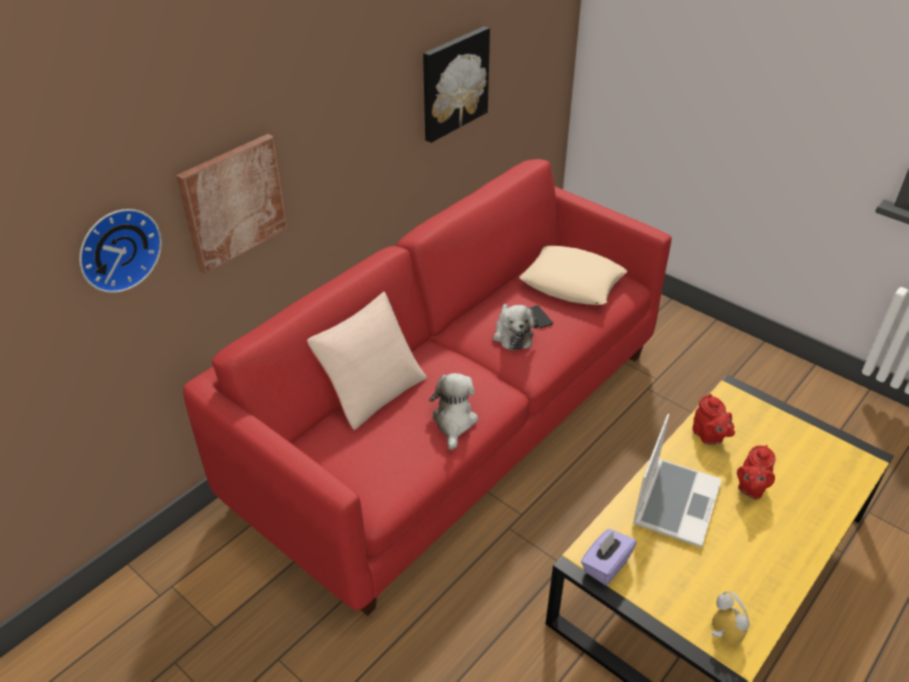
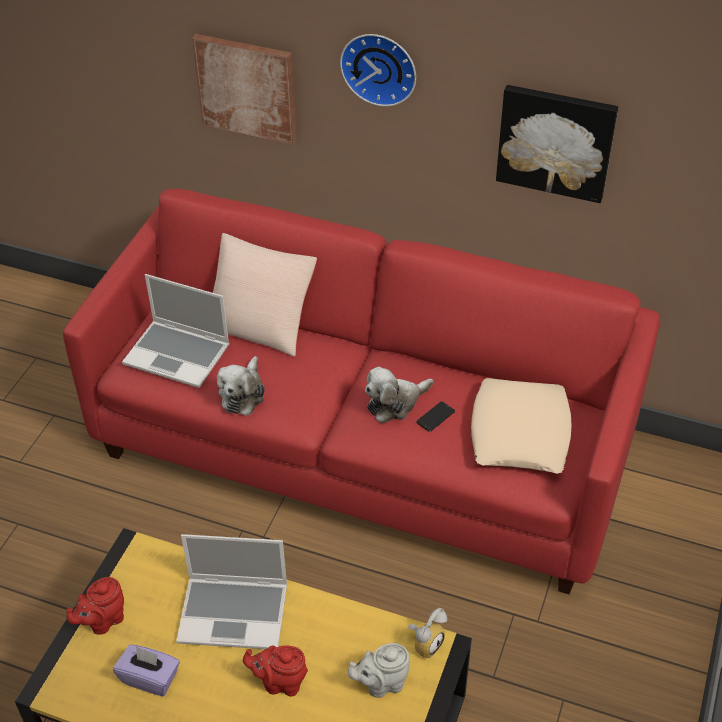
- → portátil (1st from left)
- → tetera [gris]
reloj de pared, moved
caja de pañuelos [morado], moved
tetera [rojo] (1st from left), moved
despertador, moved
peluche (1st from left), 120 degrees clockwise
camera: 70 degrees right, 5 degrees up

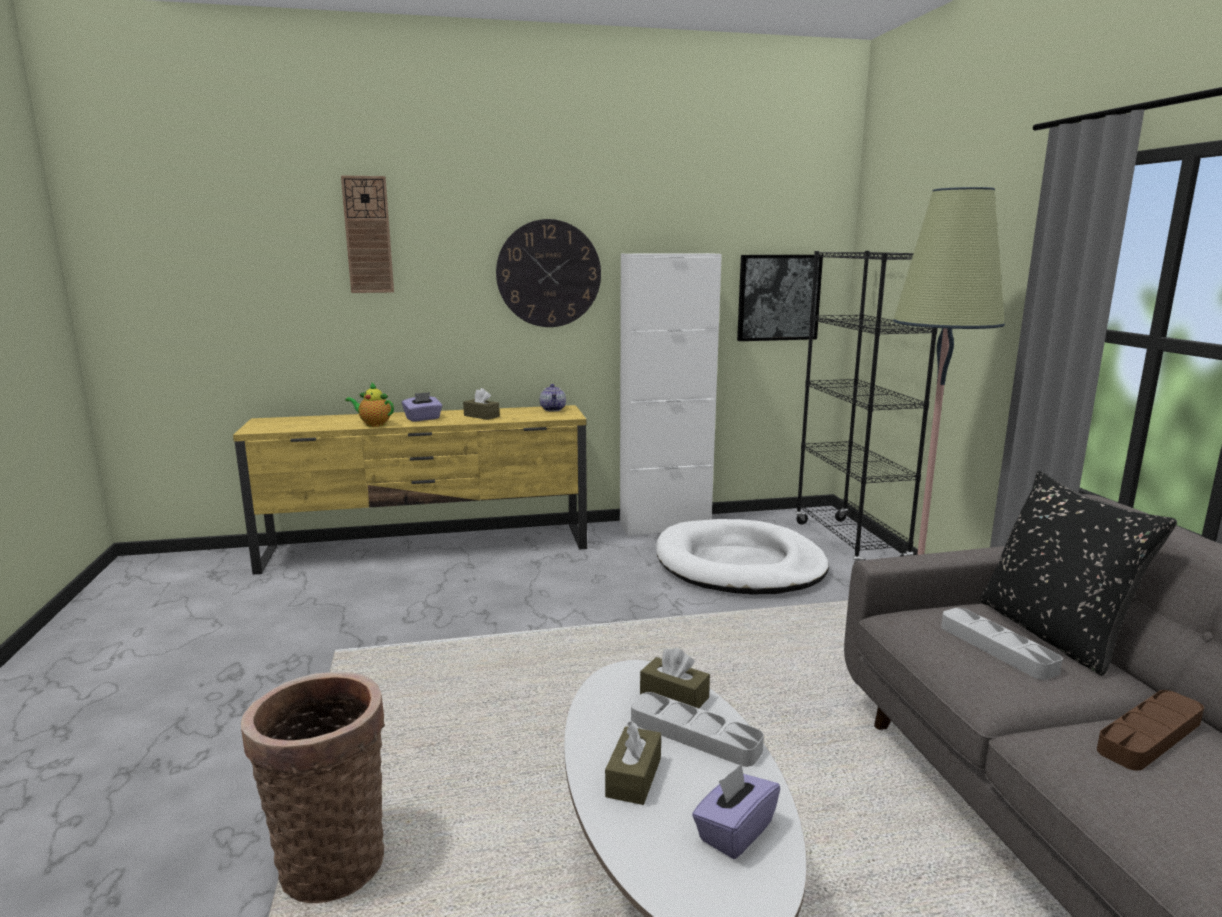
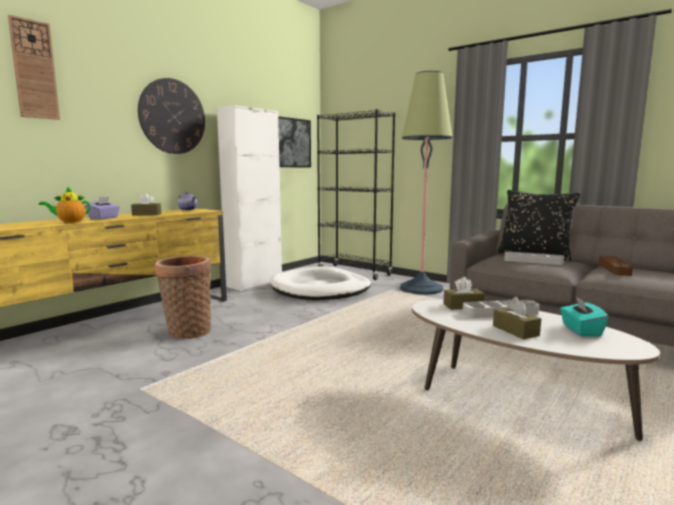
cesta, moved
caja de pañuelos [morado] (2nd from left) → caja de pañuelos [turquesa]
camera: 40 degrees left, 5 degrees down

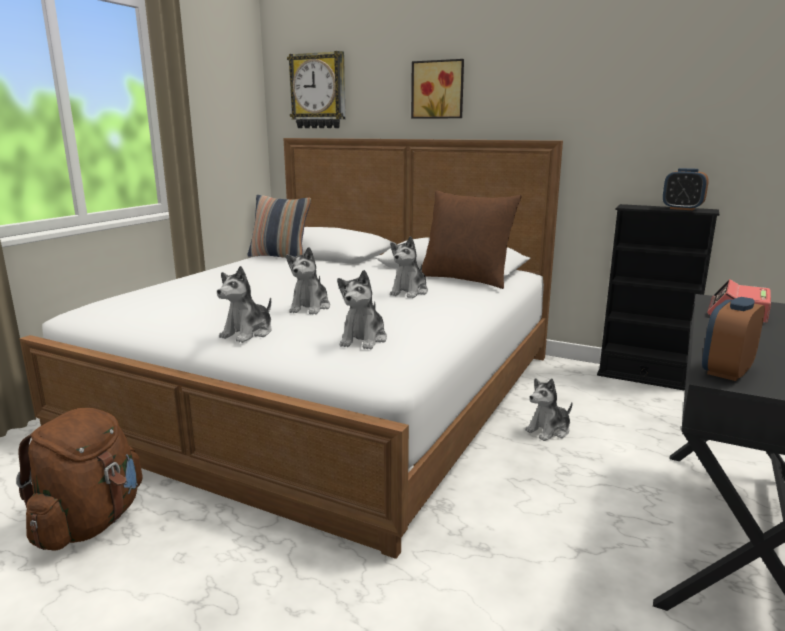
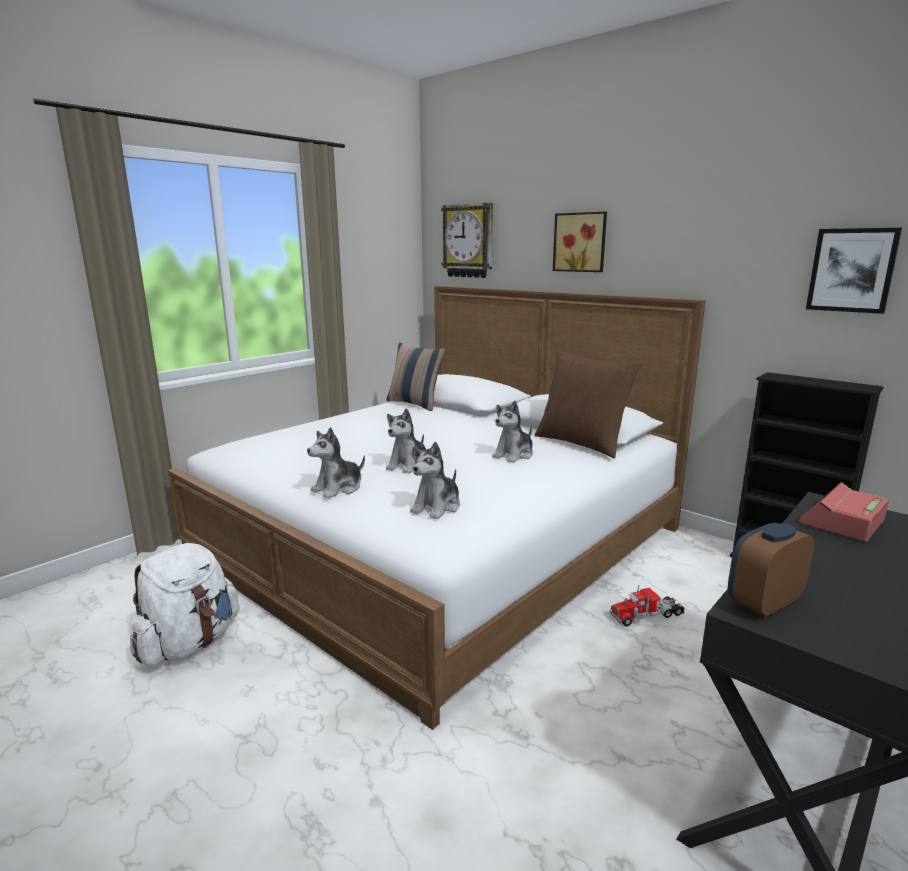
despertador (1st from left) → -
- → cuadro (2nd from left)
peluche (5th from left) → camión de juguete
mochila [marrón] → mochila [blanco]
camera: 15 degrees right, 0 degrees up

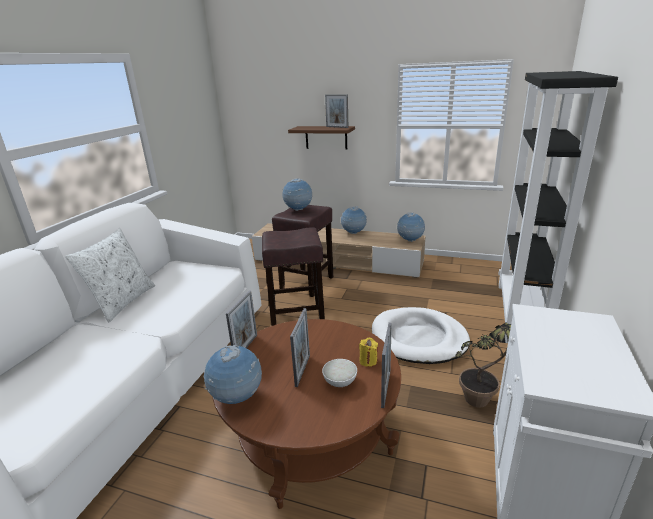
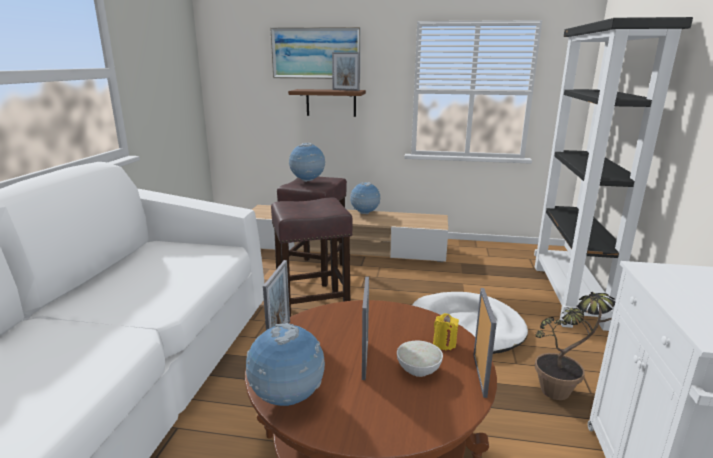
cojín [blanco] → -
globo terráqueo (4th from left) → -
- → cuadro
camera: 10 degrees left, 5 degrees down

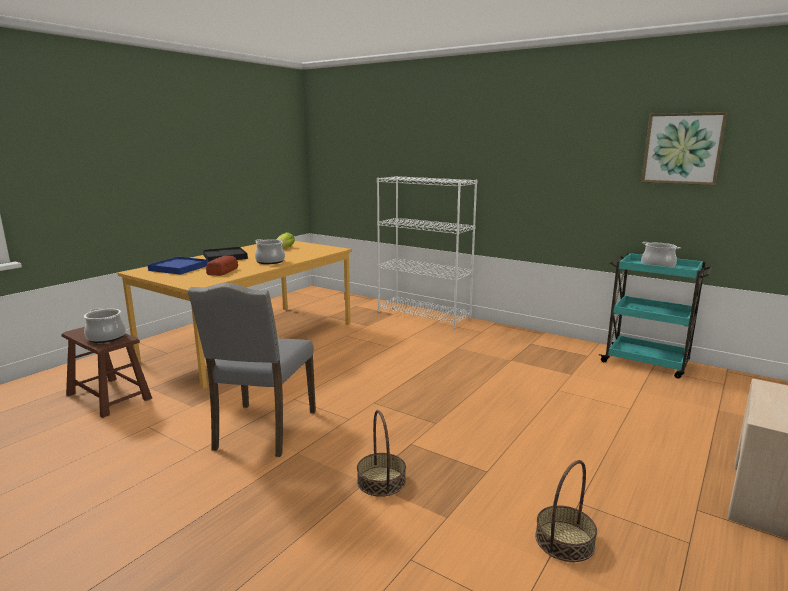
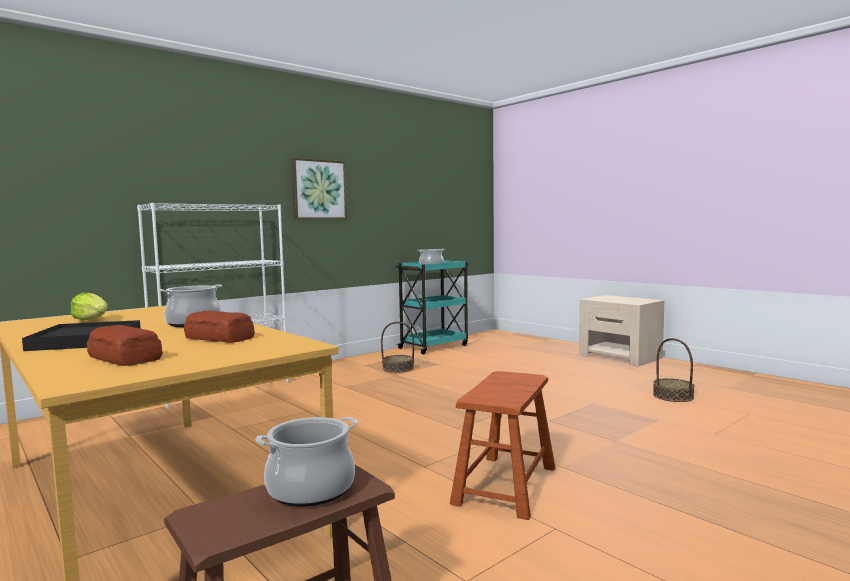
cesta (1st from left), moved
cuadro, moved
bandeja [azul] → pan (1st from left)
silla [gris] → taburete [marrón] (2nd from left)
camera: 75 degrees left, 10 degrees down

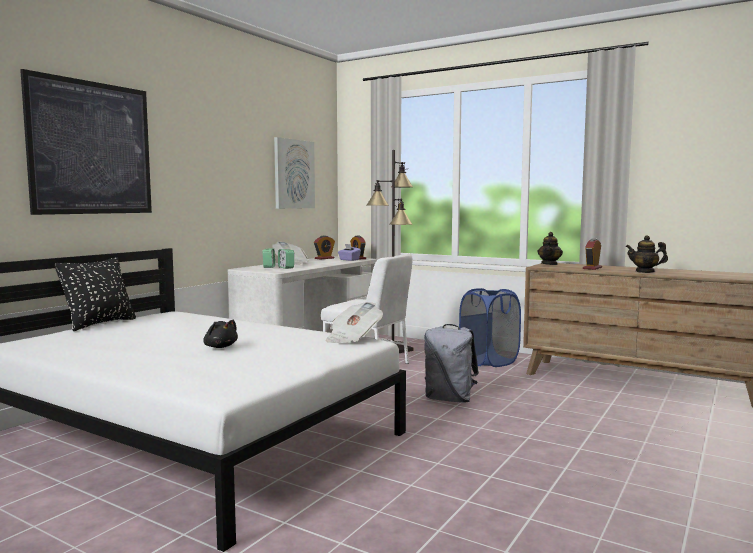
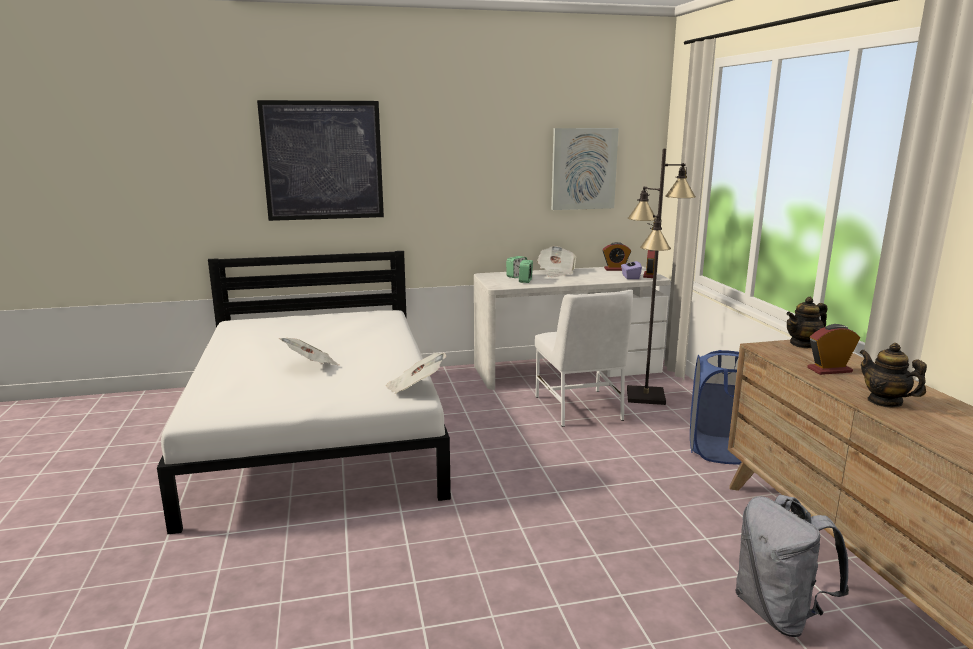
cojín [negro] → -
mochila [gris], moved
peluche [negro] → periódico (1st from left)
camera: 45 degrees right, 10 degrees up

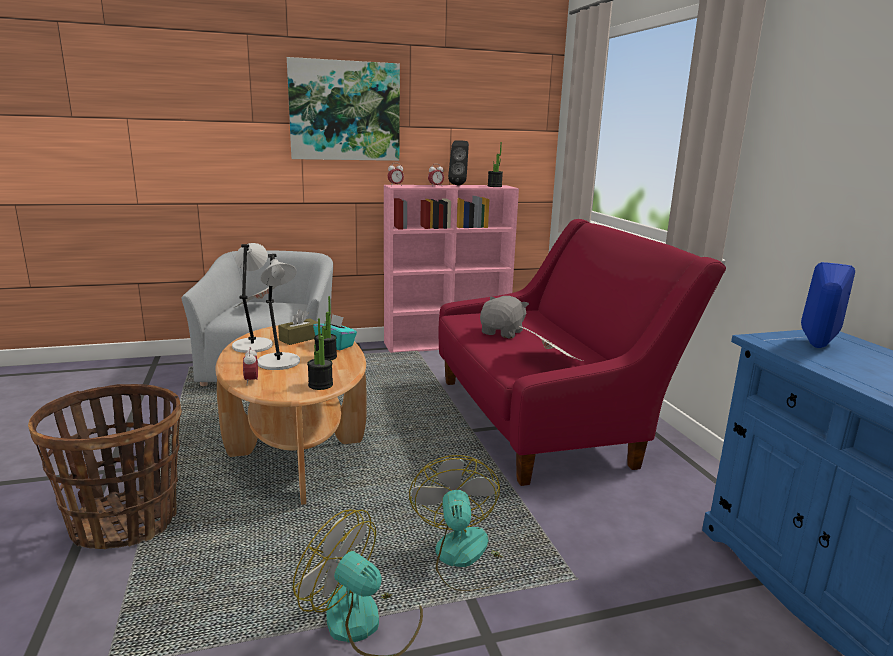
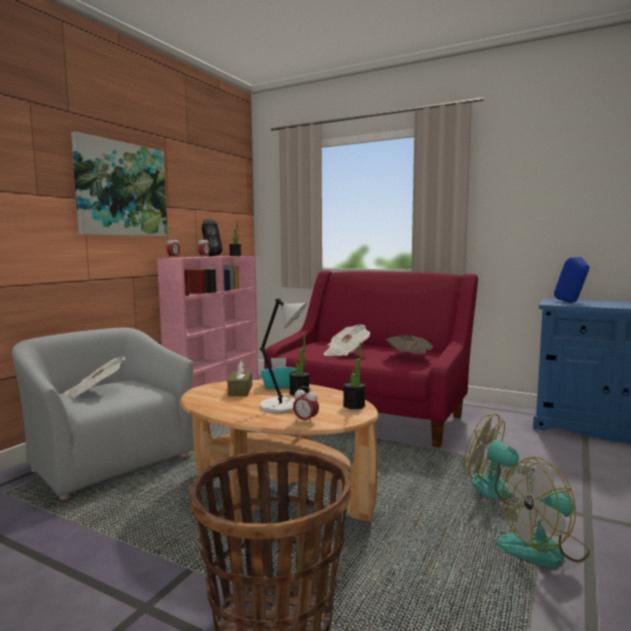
lámpara de mesa [gris] (1st from left) → -
peluche [gris] → periódico (2nd from left)
camera: 45 degrees left, 10 degrees down

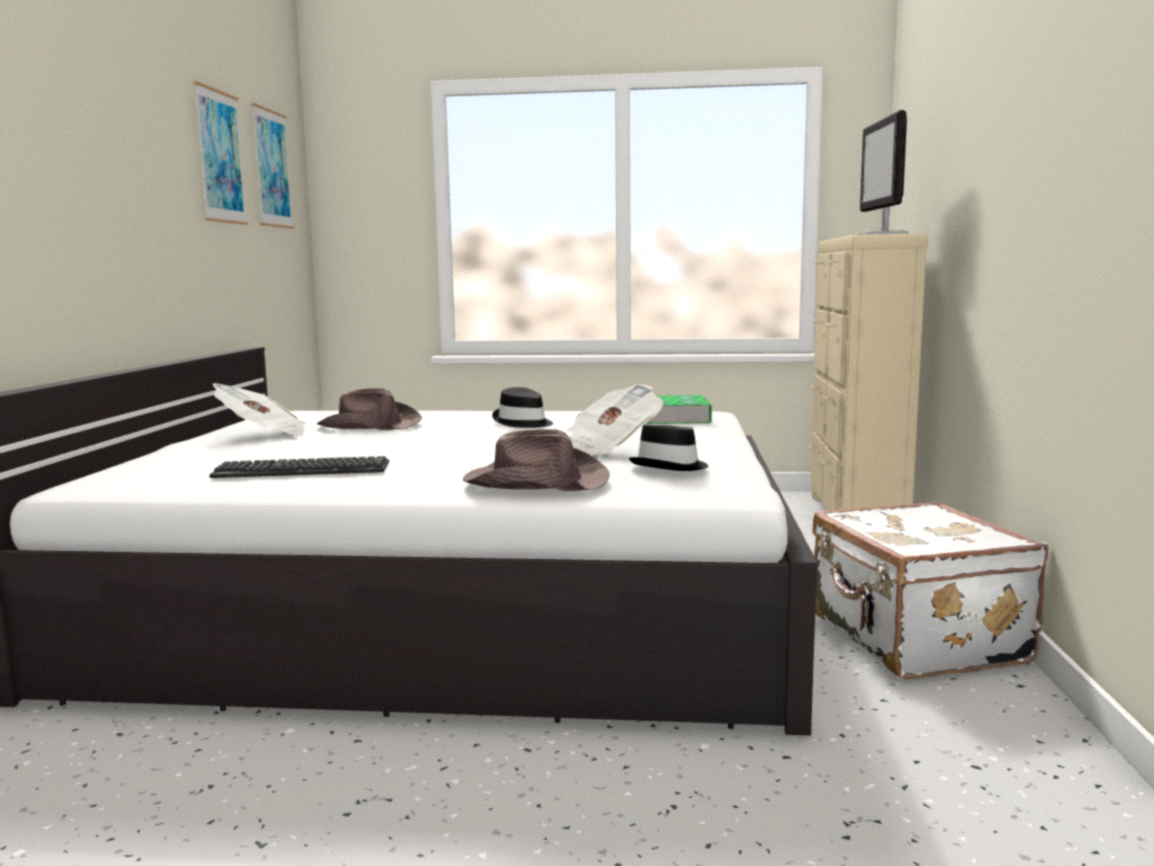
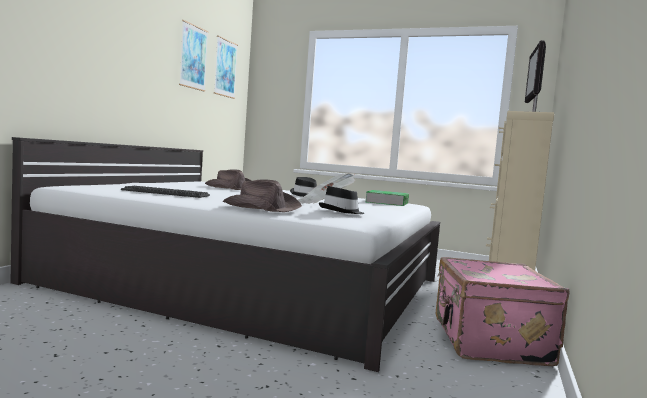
periódico (1st from left) → -
maleta [blanco] → maleta [rosa]
camera: 15 degrees right, 5 degrees down

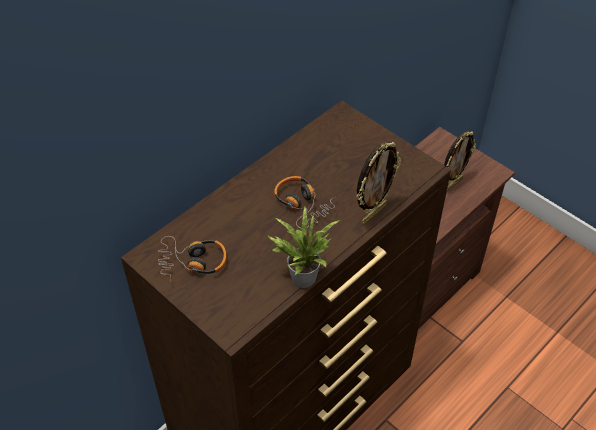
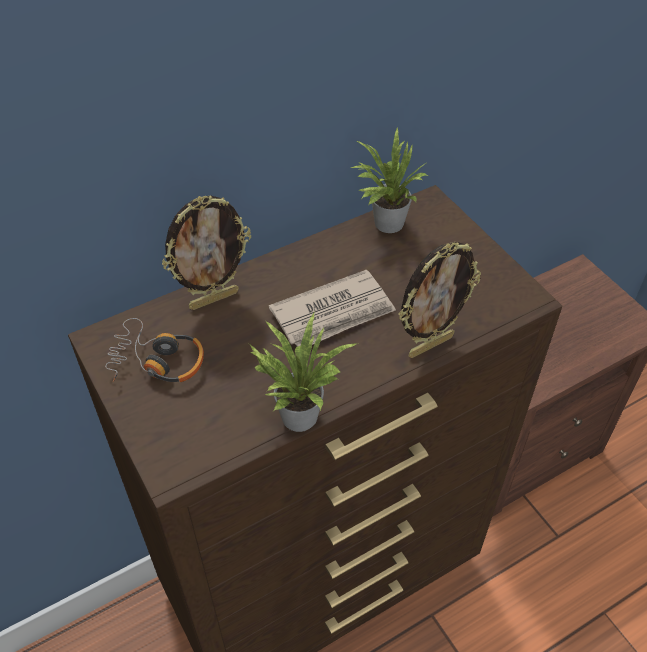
- → planta en maceta (2nd from left)
portarretratos (2nd from left in the first image) → portarretratos (1st from left), moved
auriculares (2nd from left) → periódico
camera: 15 degrees right, 0 degrees up

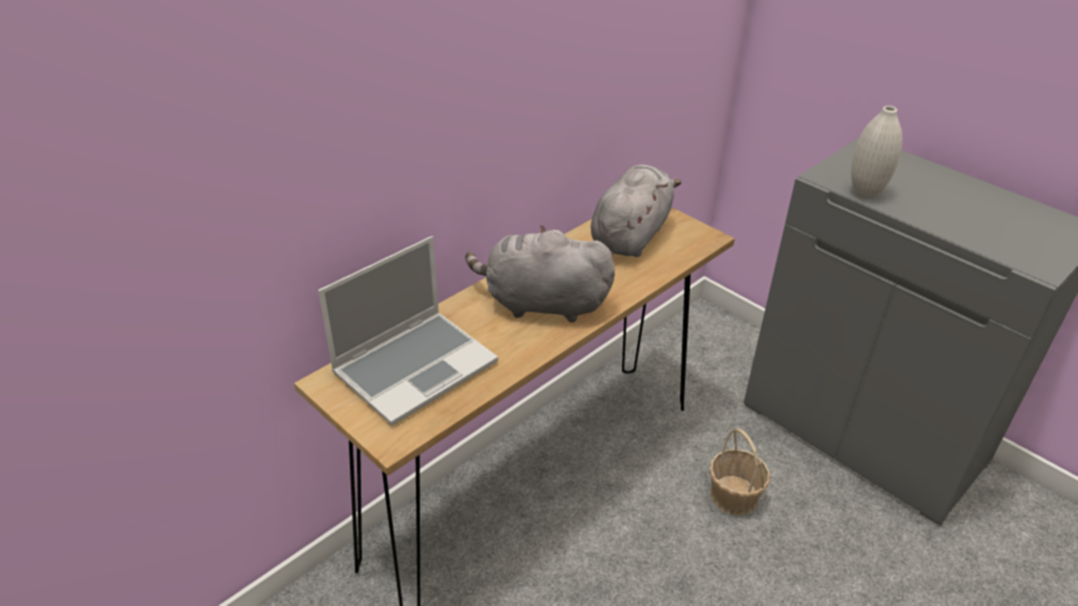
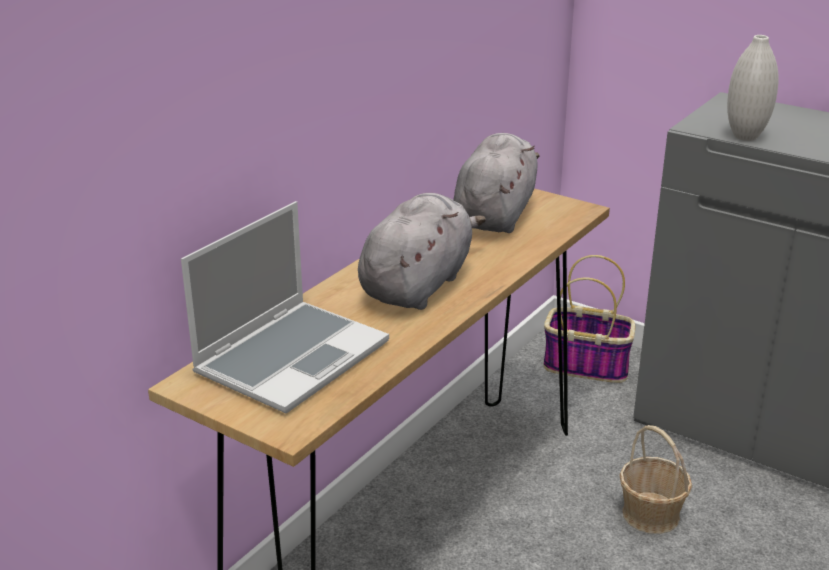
- → cesta (1st from left)
peluche [gris] (1st from left), 120 degrees clockwise
camera: 10 degrees left, 10 degrees down

